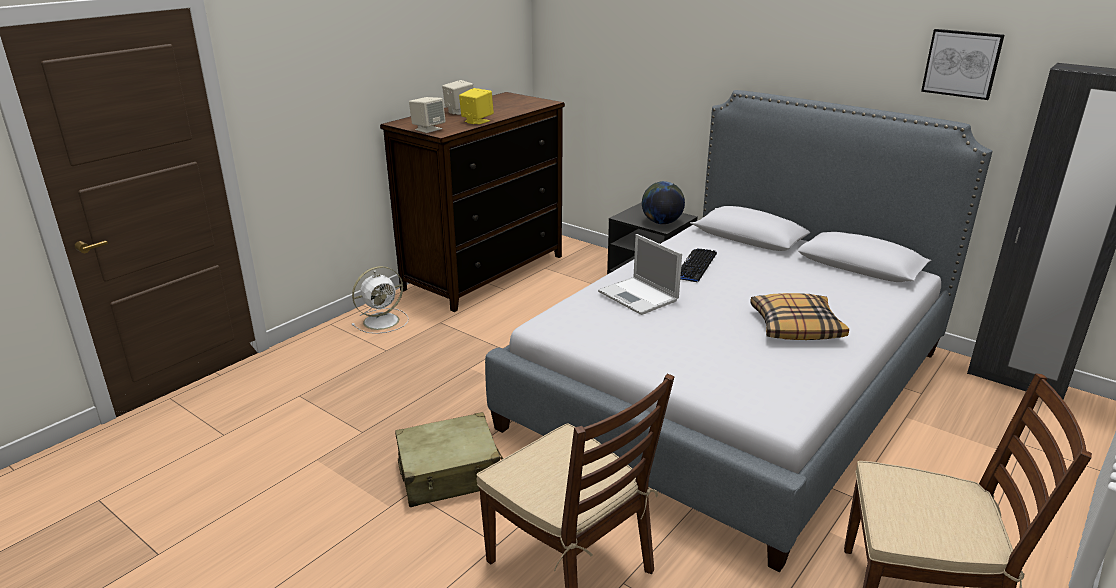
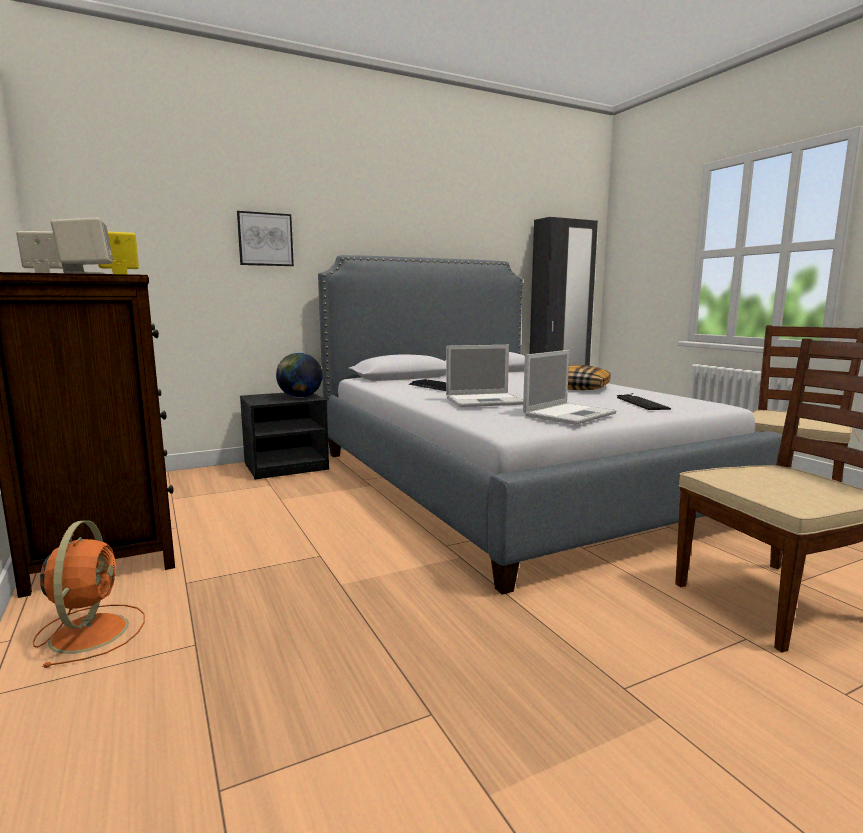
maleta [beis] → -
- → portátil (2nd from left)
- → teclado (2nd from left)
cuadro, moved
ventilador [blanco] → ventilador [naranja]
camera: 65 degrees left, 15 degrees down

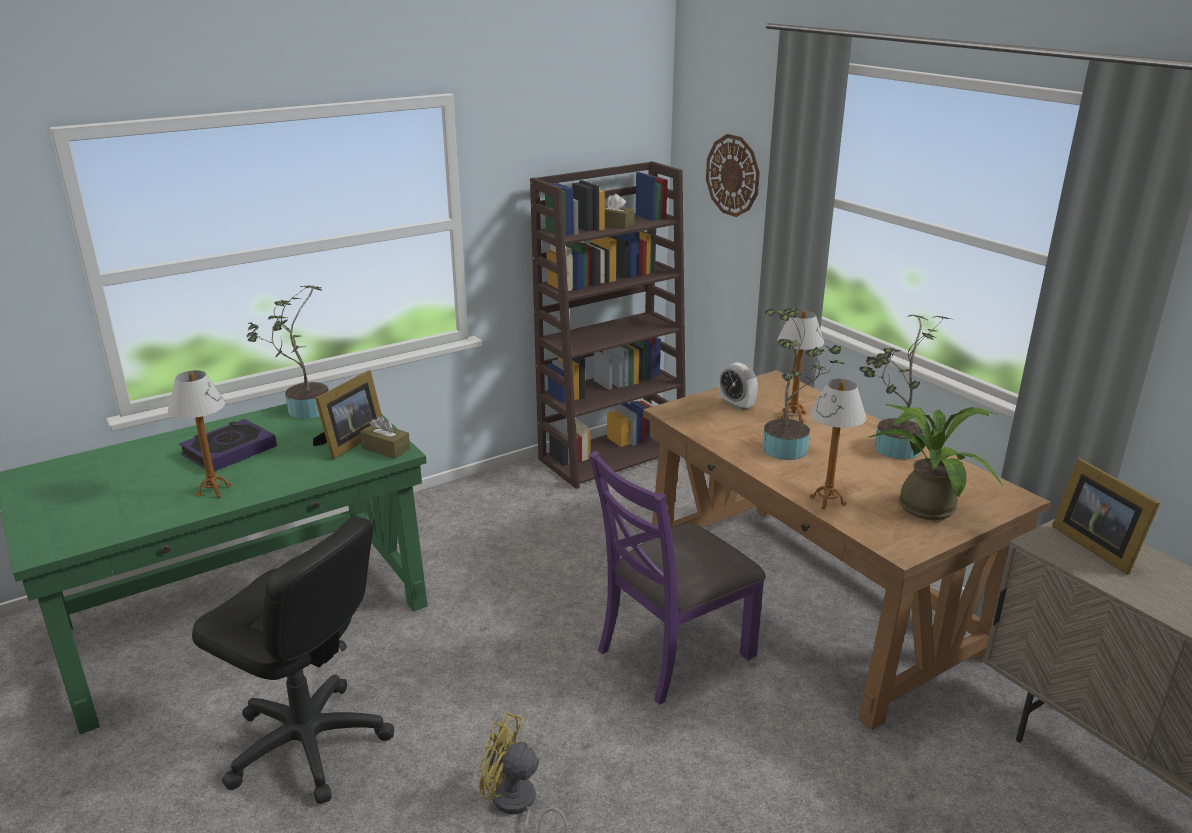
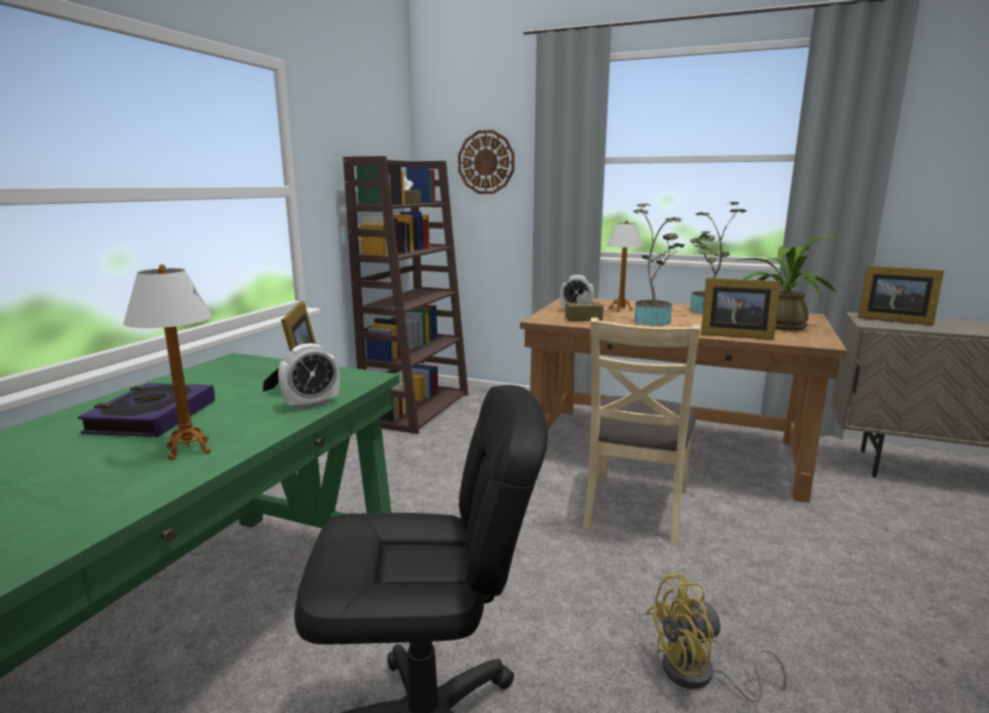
planta en maceta (1st from left) → -
- → despertador (1st from left)
caja de pañuelos [marrón] (1st from left in the first image) → caja de pañuelos [marrón] (2nd from left), moved
lámpara de mesa (3rd from left) → portarretratos (2nd from left)
silla [morado] → silla [beis]
camera: 35 degrees left, 10 degrees down

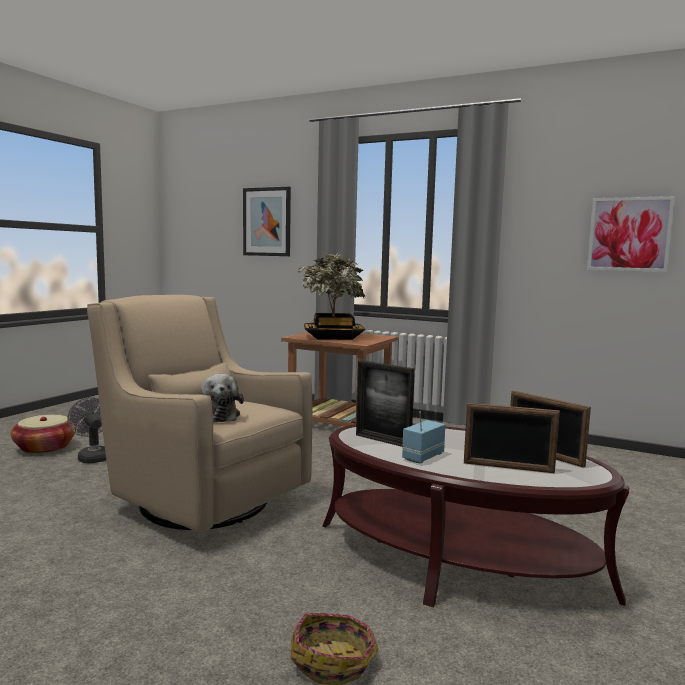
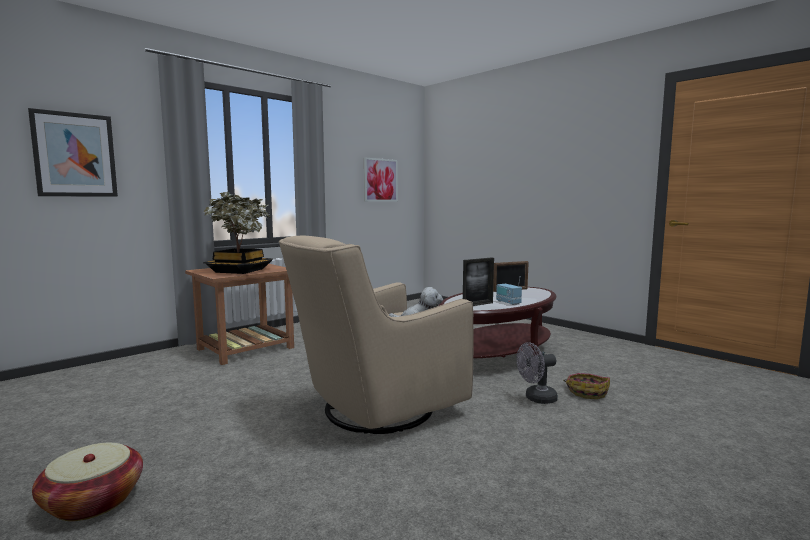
portarretratos (2nd from left) → -
ventilador [gris], moved
camera: 70 degrees left, 0 degrees up

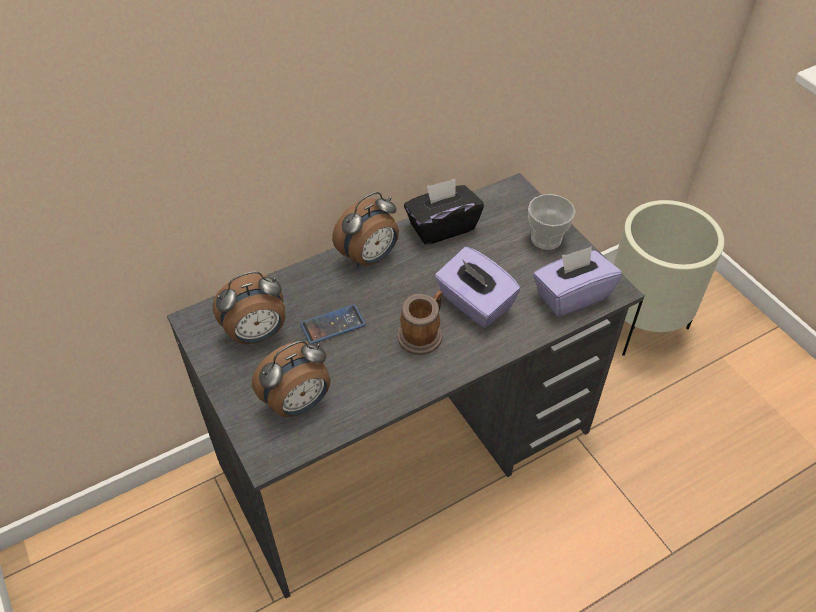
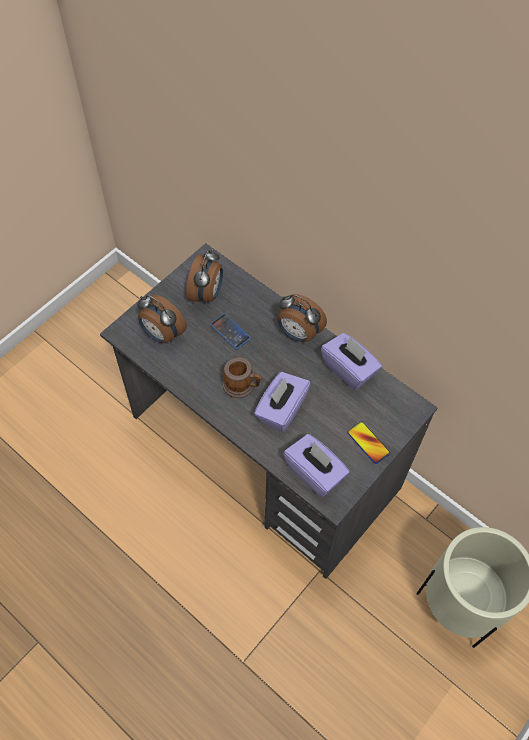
taza → móvil (2nd from left)
caja de pañuelos [negro] → caja de pañuelos [morado] (3rd from left)
despertador (1st from left in the first image) → despertador (2nd from left), 120 degrees counterclockwise
camera: 70 degrees right, 10 degrees up

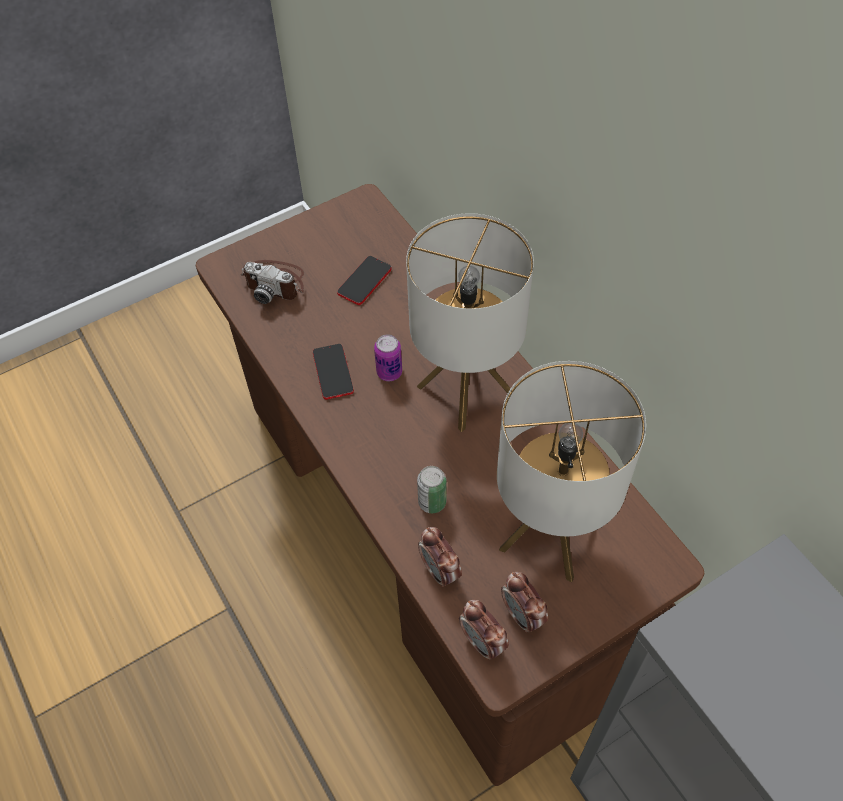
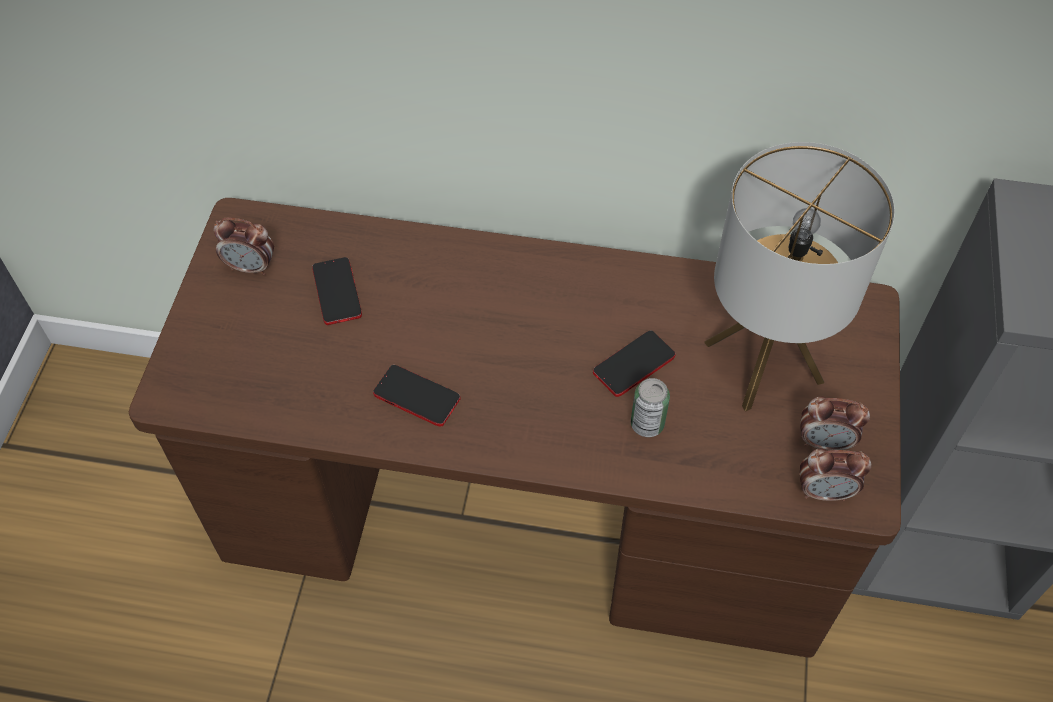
cámara → -
lata (1st from left) → -
lámpara de mesa (1st from left) → -
- → móvil (3rd from left)
despertador (1st from left), moved
camera: 50 degrees left, 0 degrees up

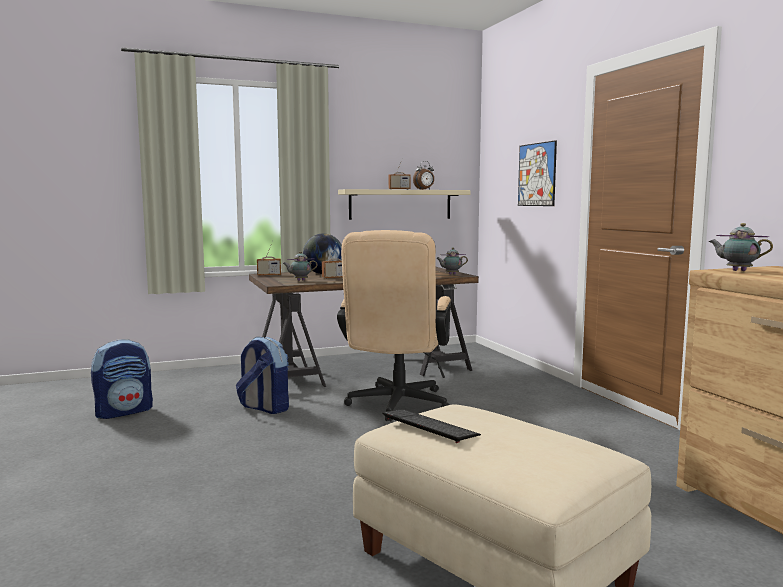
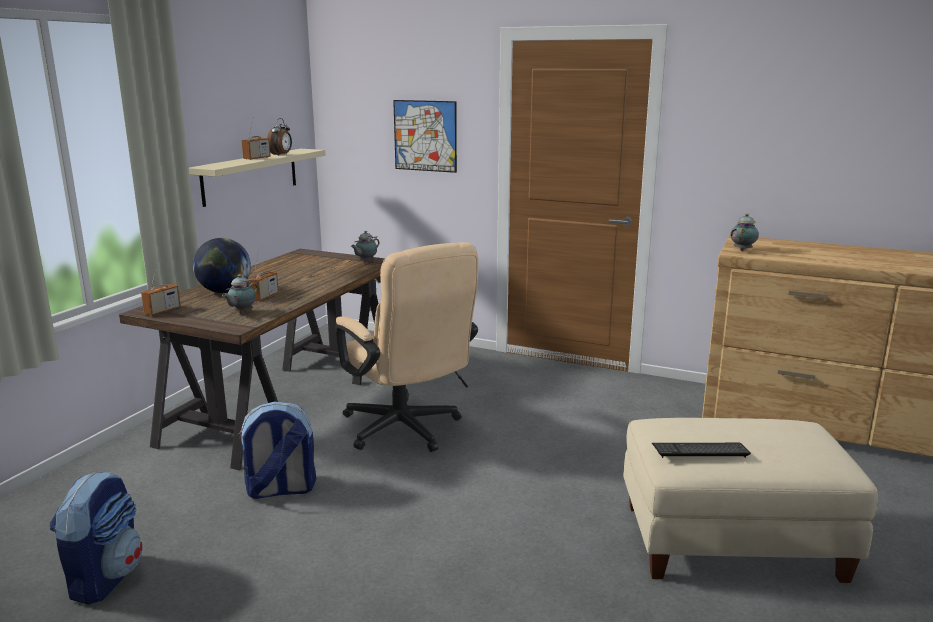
tetera (3rd from left), 135 degrees clockwise
camera: 45 degrees left, 10 degrees up

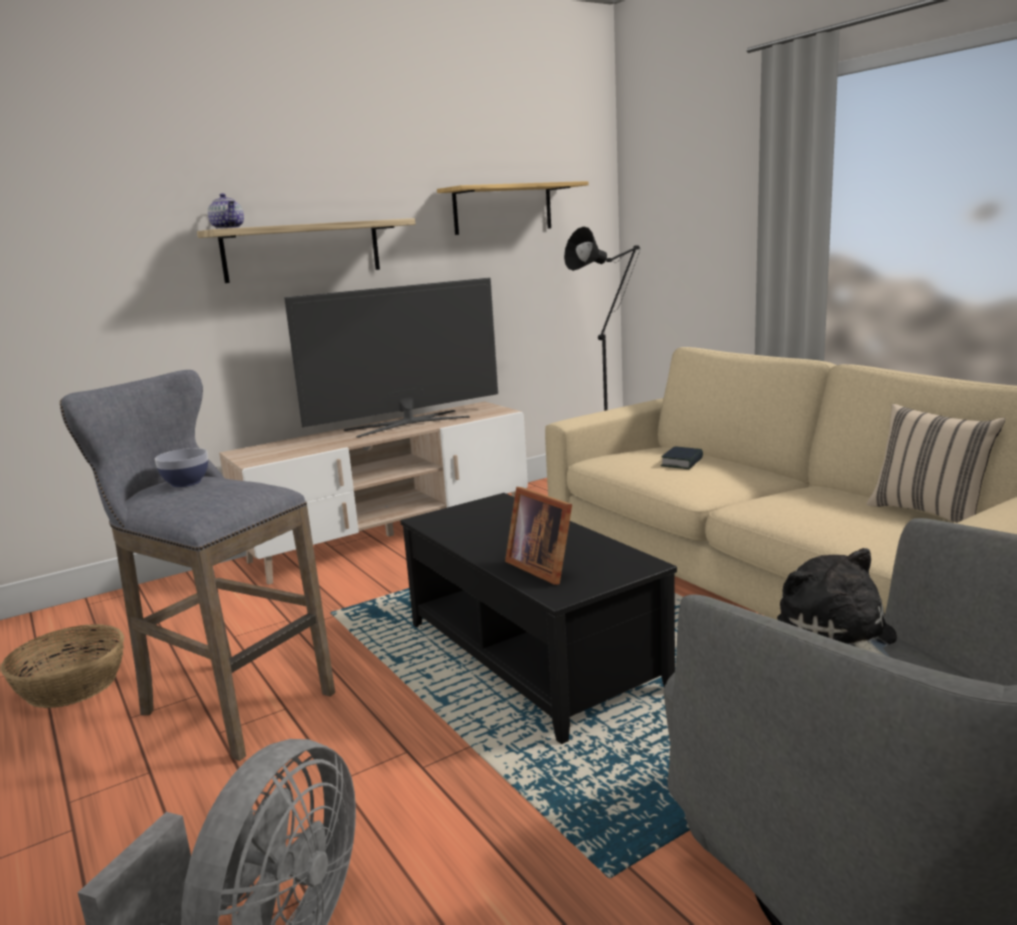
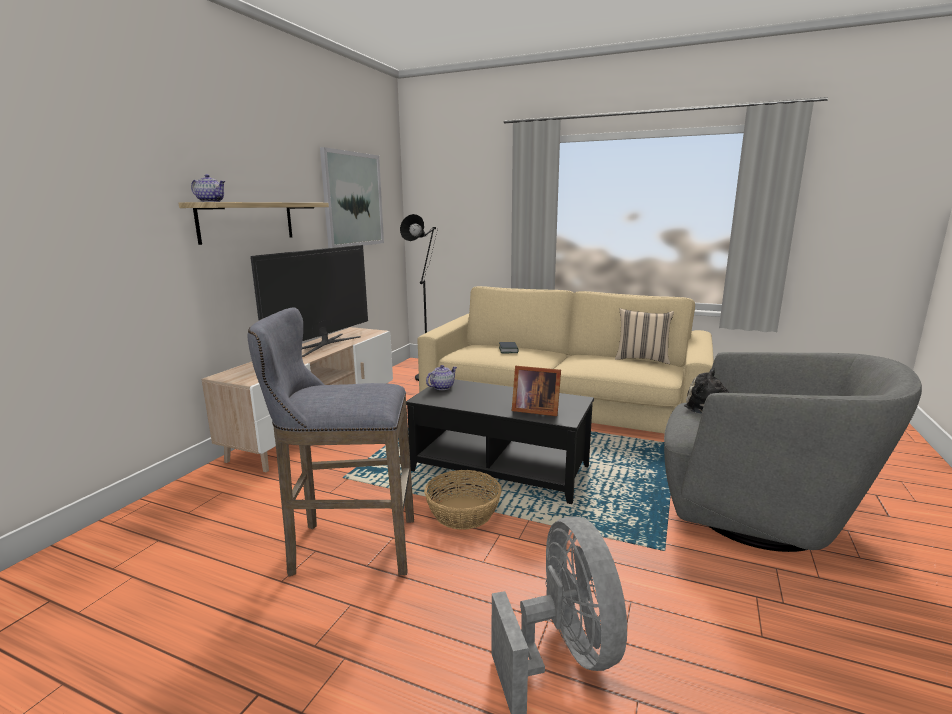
cuenco → -
- → tetera (2nd from left)
cesta, moved
estante (2nd from left) → cuadro
camera: 35 degrees left, 0 degrees up

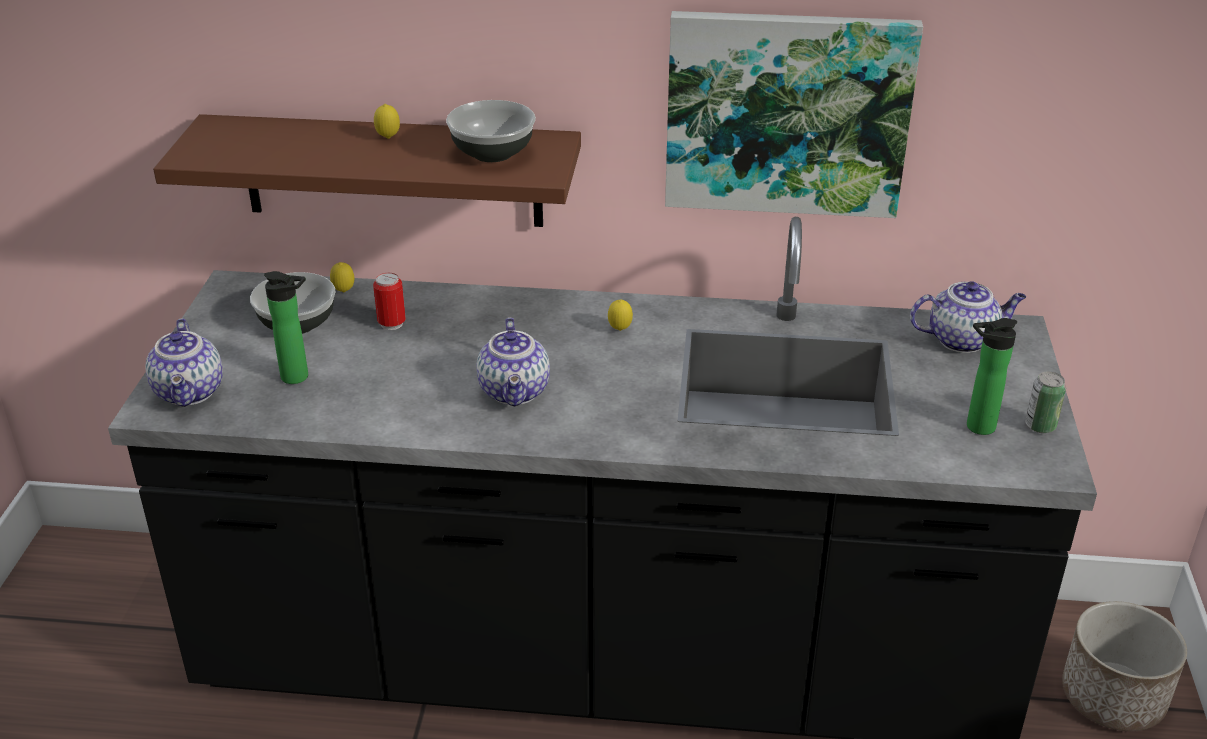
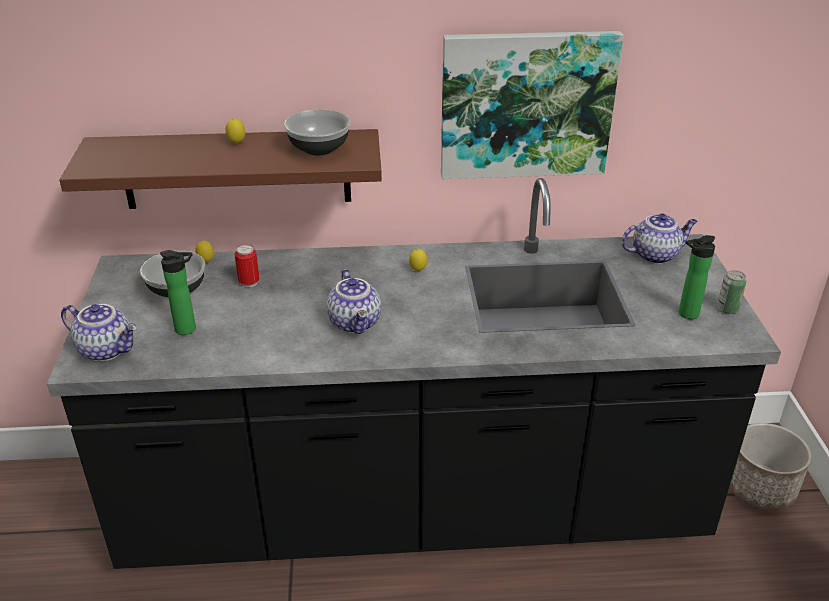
tetera (1st from left), 45 degrees counterclockwise
camera: 10 degrees left, 0 degrees up

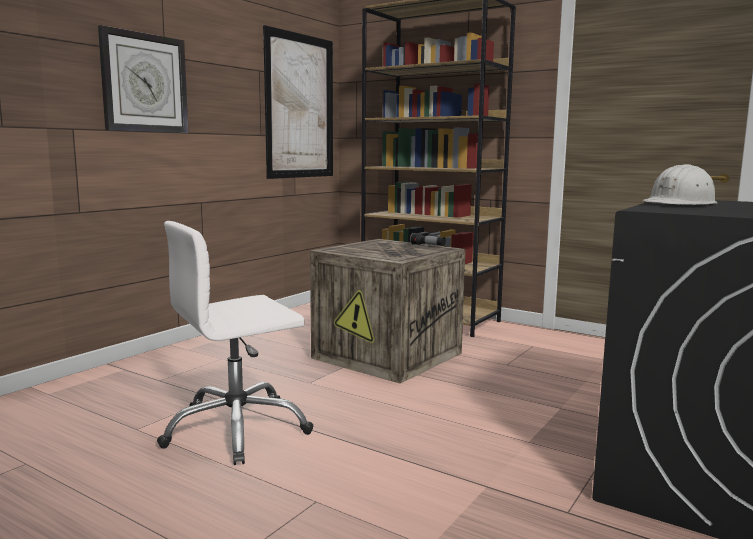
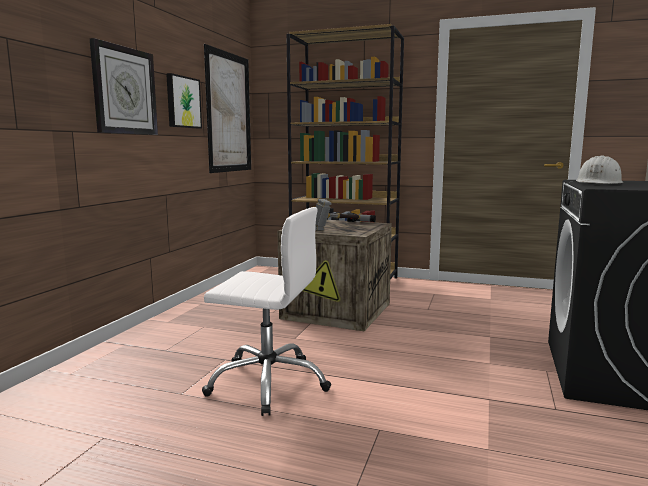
- → cuadro (1st from left)
- → martillo
silla de oficina [blanco], 120 degrees counterclockwise
camera: 15 degrees left, 0 degrees up

